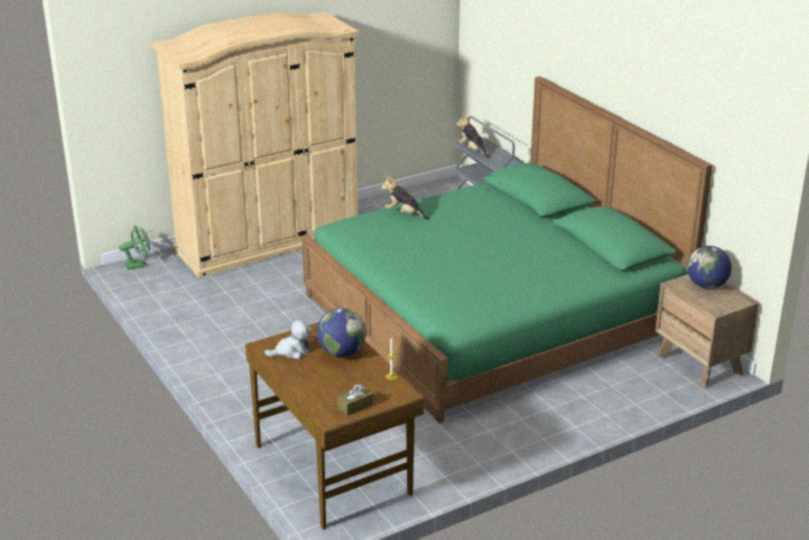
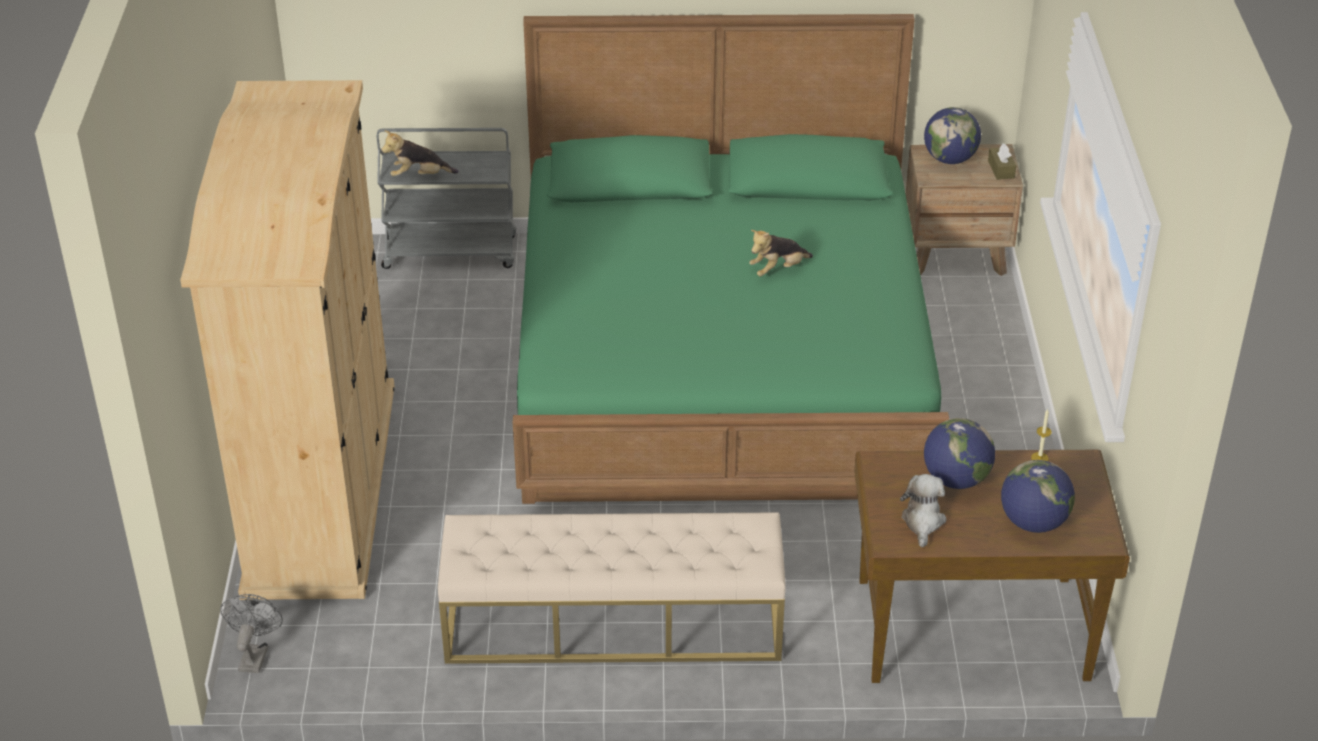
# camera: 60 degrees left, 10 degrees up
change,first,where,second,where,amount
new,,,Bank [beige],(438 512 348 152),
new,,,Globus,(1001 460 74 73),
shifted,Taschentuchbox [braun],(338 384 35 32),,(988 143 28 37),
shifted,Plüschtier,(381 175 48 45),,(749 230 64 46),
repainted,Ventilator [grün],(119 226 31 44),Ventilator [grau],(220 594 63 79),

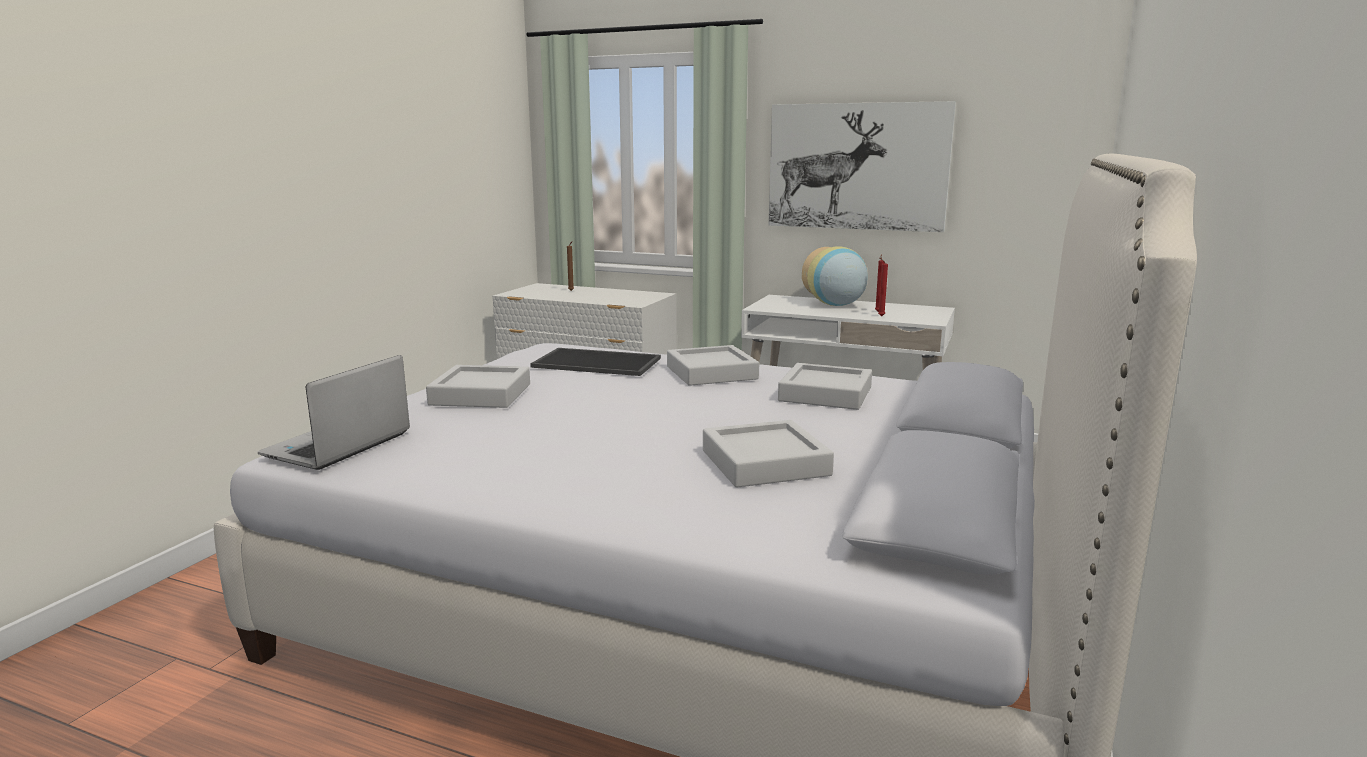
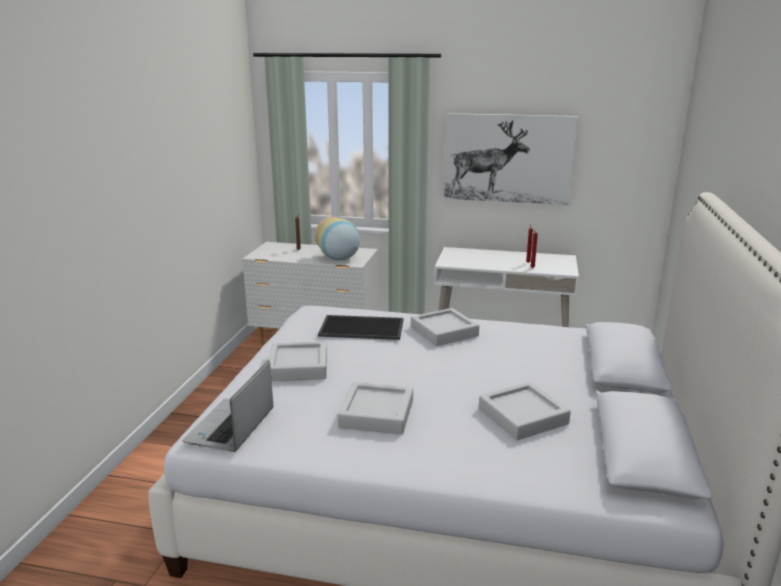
# camera: 10 degrees left, 5 degrees up
change,first,where,second,where,amount
shifted,Tablett [grau],(778 363 94 47),,(338 382 75 52),
shifted,Vase,(802 246 66 60),,(315 217 45 43),

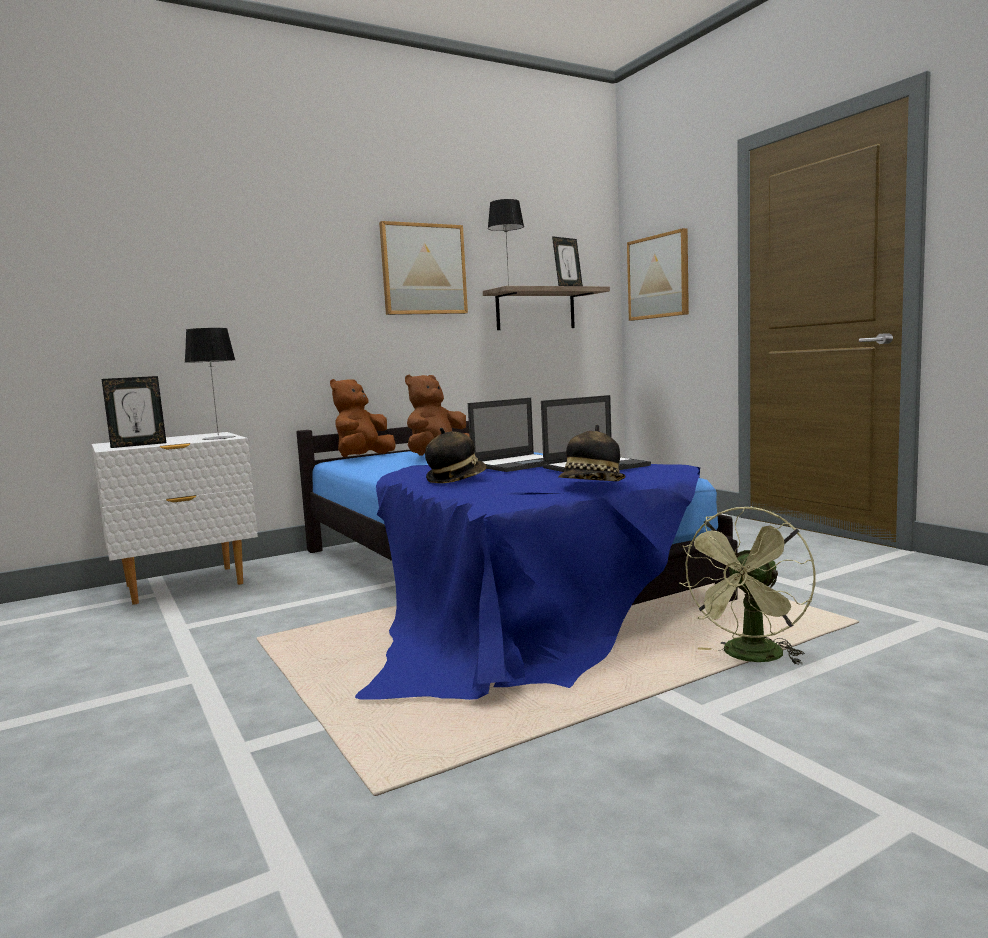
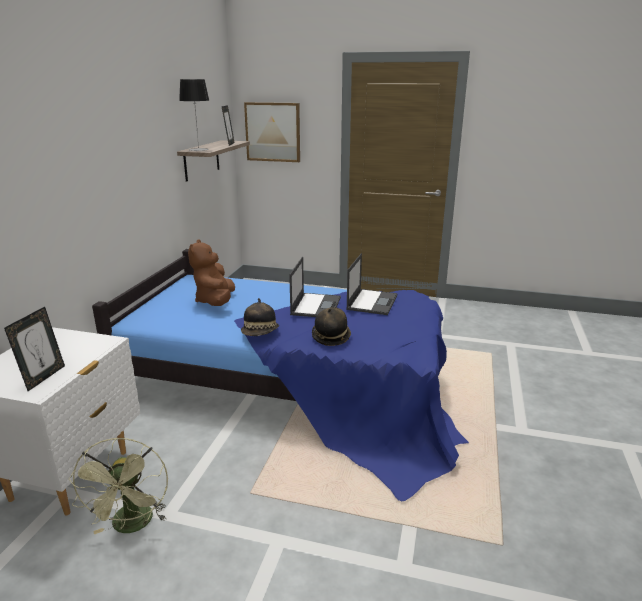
# camera: 45 degrees left, 15 degrees up
change,first,where,second,where,amount
gone,Tischlampe,(185 328 51 112),,,
gone,Plüschtier [braun],(330 379 66 78),,,
gone,Bild,(379 221 89 94),,,
shifted,Hut,(558 425 68 56),,(241 298 38 38),
shifted,Ventilator [grün],(679 506 137 159),,(69 437 99 97),

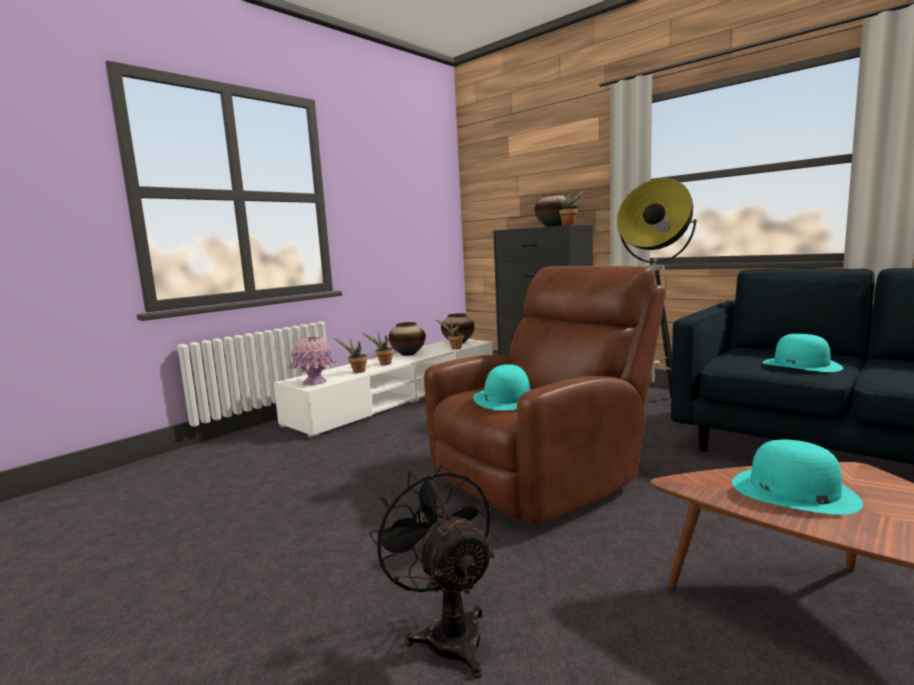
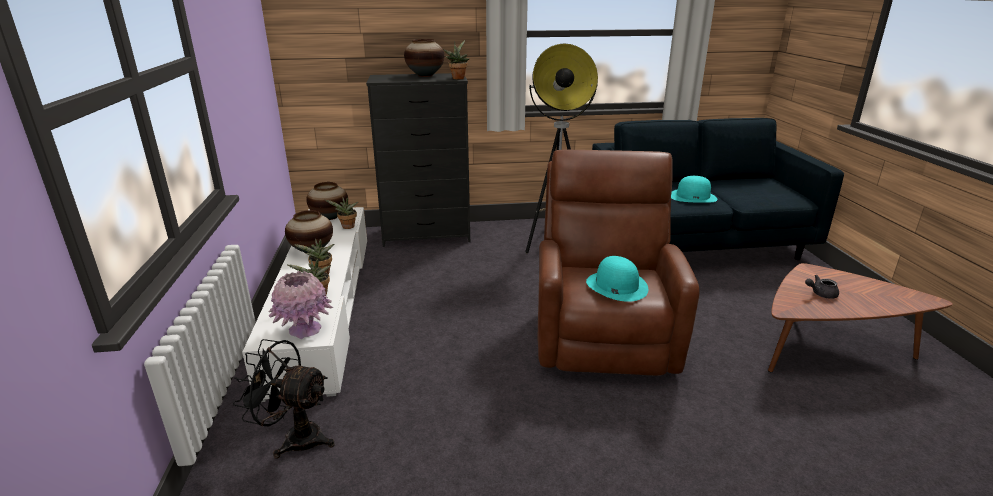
# camera: 50 degrees left, 15 degrees up
change,first,where,second,where,amount
shifted,Ventilator [schwarz],(369 465 126 213),,(233 339 102 120),
swapped,Hut [türkis],(732 440 131 75),Teekanne [grau],(805 275 34 24),

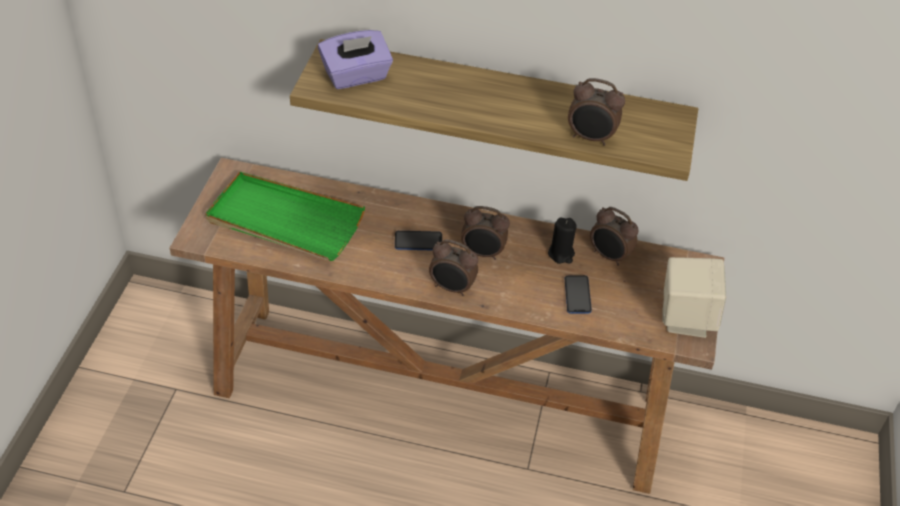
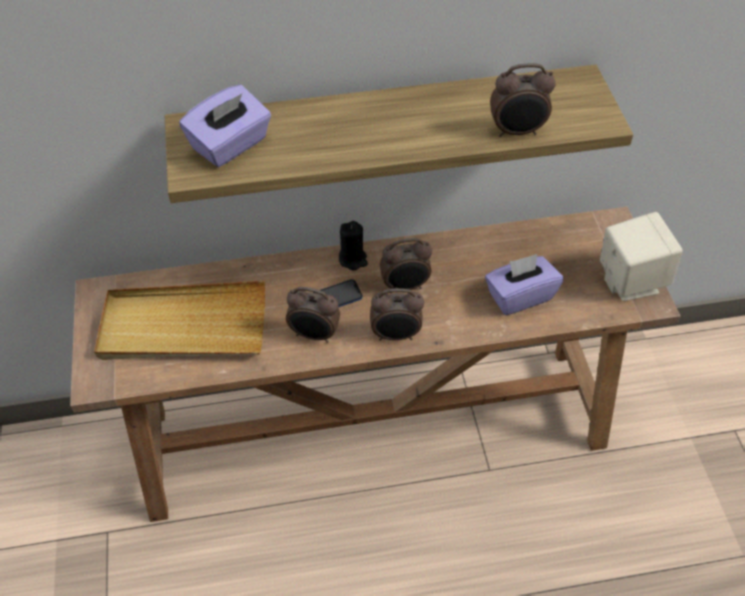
# camera: 20 degrees left, 5 degrees up
change,first,where,second,where,amount
shifted,Kerze [schwarz],(548 217 29 47),,(339 221 29 50),
shifted,Wecker,(590 207 49 59),,(286 287 54 56),
swapped,Handy,(565 275 27 39),Taschentuchbox [lila],(485 254 78 61),
repainted,Tablett [grün],(205 172 160 89),Tablett [beige],(94 281 171 79),

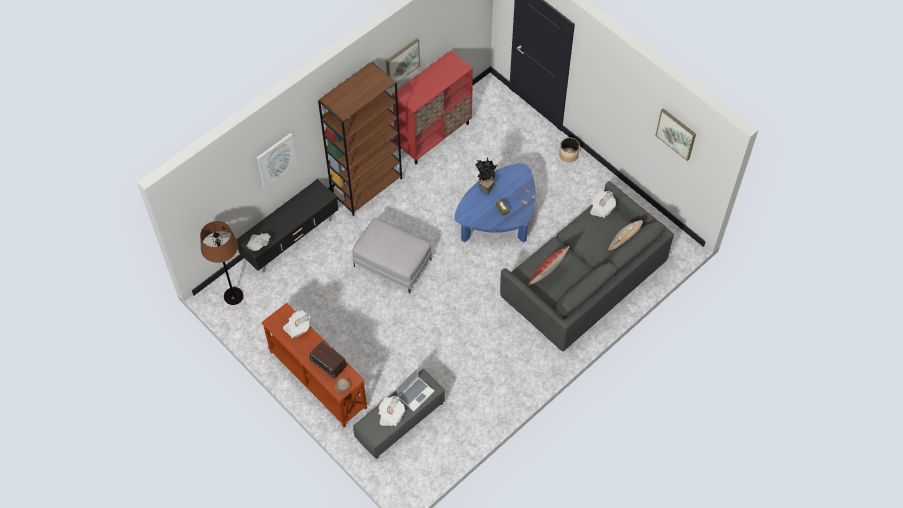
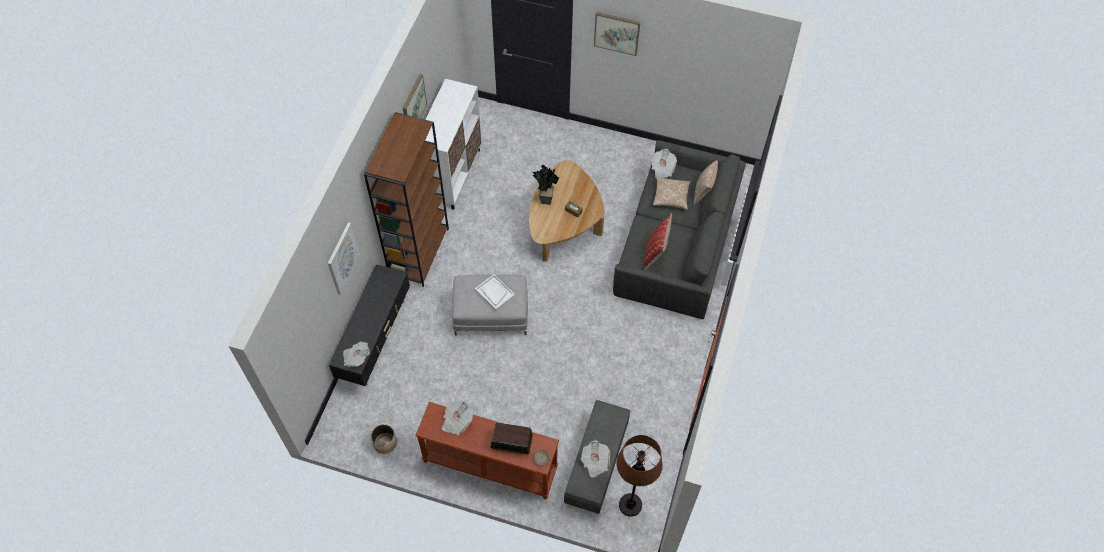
# camera: 30 degrees left, 0 degrees up
change,first,where,second,where,amount
gone,Laptop,(397 367 37 44),,,
new,,,Tablett [weiß],(475 274 40 36),
new,,,Kissen,(653 177 38 33),
shifted,Stehlampe [braun],(200 221 43 84),,(617 435 46 82),
shifted,Pflanzkübel,(559 138 21 24),,(371 424 26 30),
shifted,Bild,(655 108 41 53),,(594 12 46 44),
repainted,Schrank [rot],(392 51 81 113),Schrank [weiß],(425 79 57 131),
repainted,Couchtisch [blau],(454 163 82 79),Couchtisch [braun],(529 160 76 102),

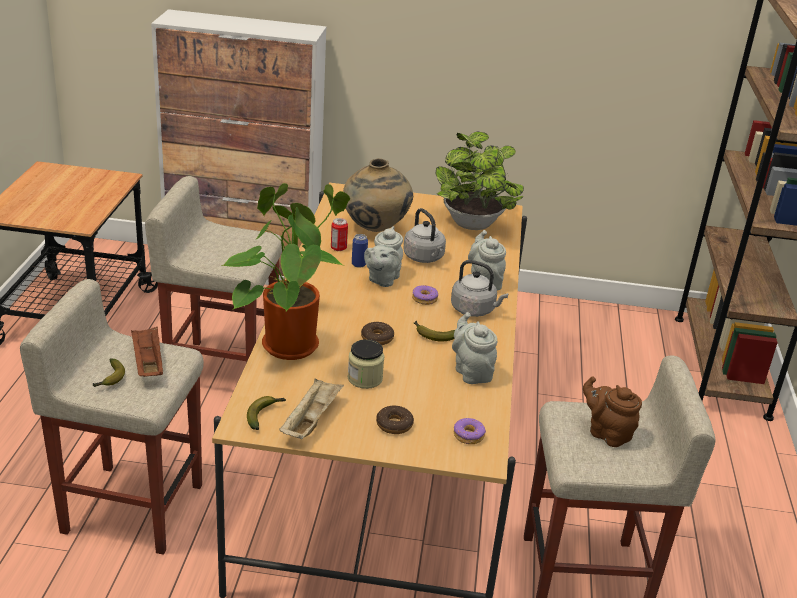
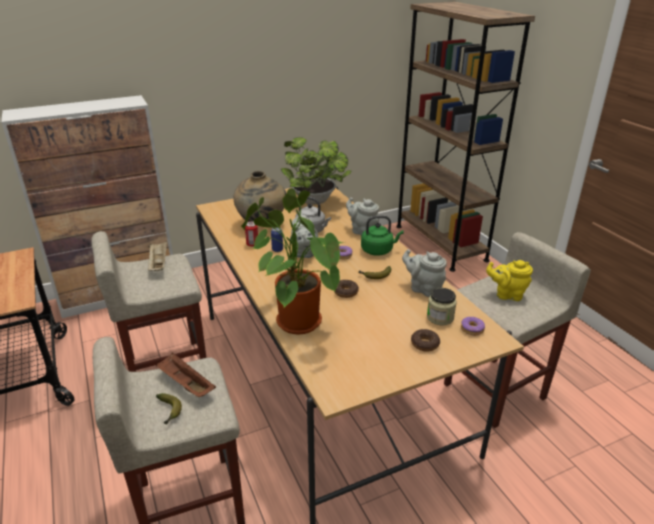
# camera: 30 degrees left, 0 degrees up
change,first,where,second,where,amount
gone,Banane,(247 396 39 34),,,
shifted,Tablett [beige],(279 378 65 61),,(148 242 19 29),
shifted,Vorratsglas,(348 339 36 50),,(427 288 30 38),
repainted,Wasserkessel [grau],(451 260 58 57),Wasserkessel [grün],(361 215 43 41),
repainted,Teekanne [braun],(583 376 59 71),Teekanne [gelb],(486 260 47 41),

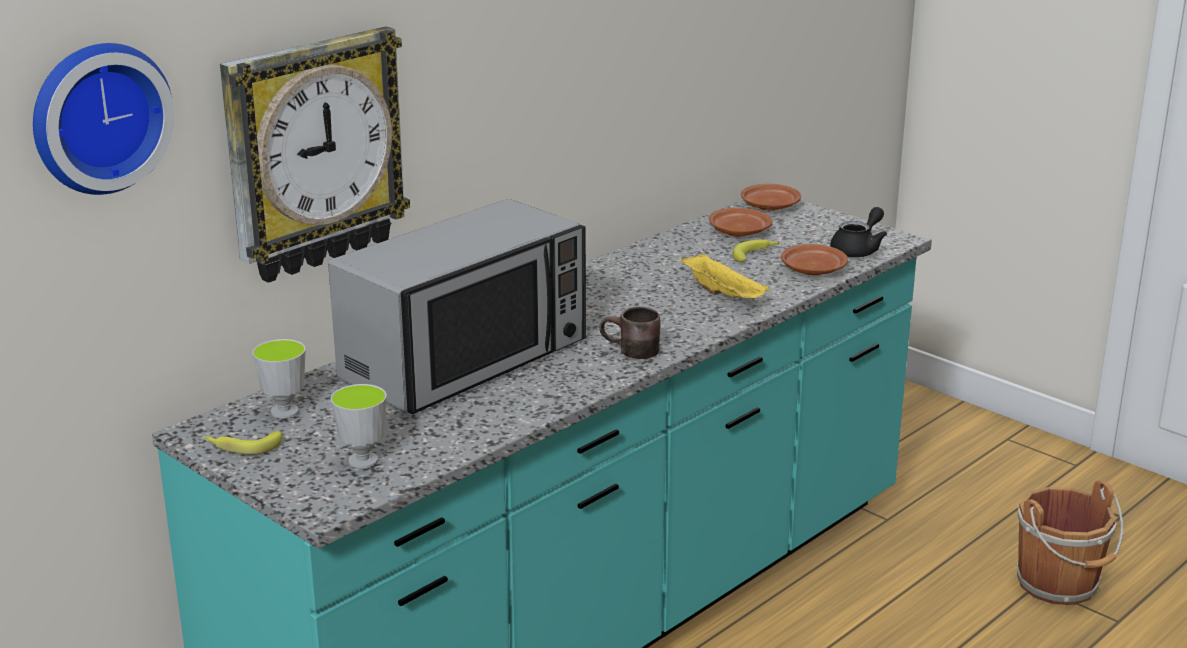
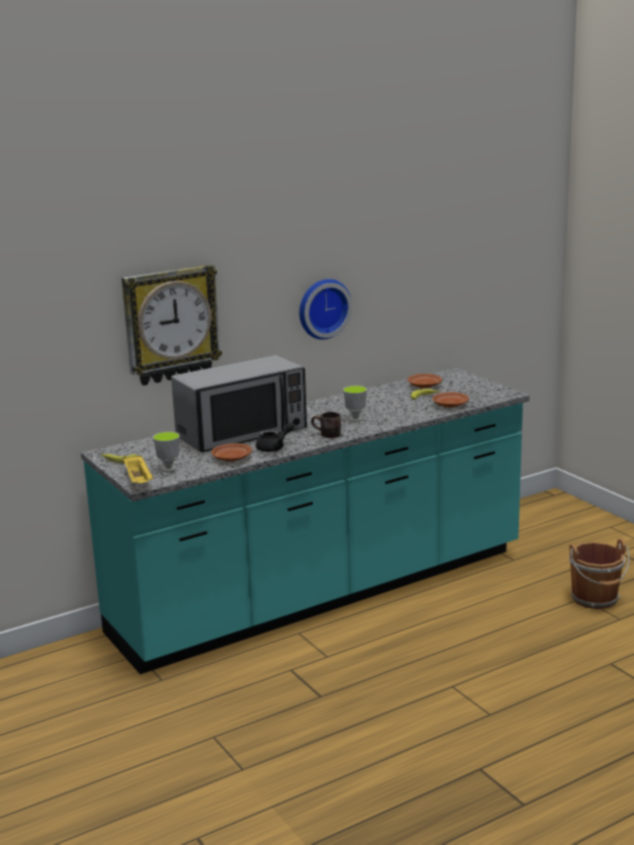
# camera: 15 degrees right, 5 degrees down
change,first,where,second,where,amount
shifted,Wanduhr,(33 43 142 152),,(299 279 53 61),
shifted,Tasse,(252 339 54 79),,(343 386 24 36),
shifted,Tablett [gelb],(681 254 88 44),,(124 455 29 28),
shifted,Teller [braun],(741 184 60 27),,(211 443 41 19),
shifted,Teekanne [schwarz],(830 207 57 50),,(256 422 38 30),

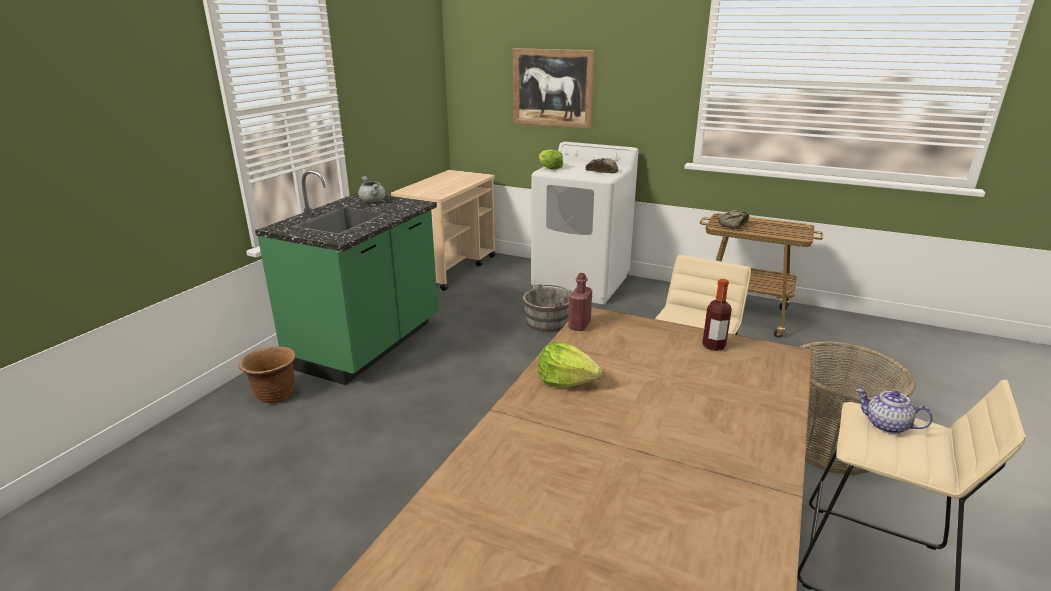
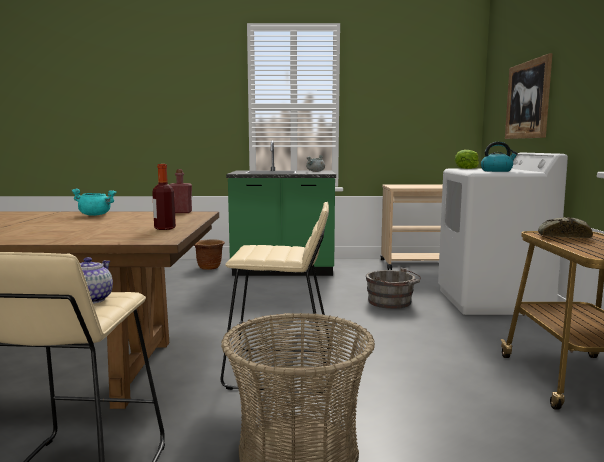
# camera: 65 degrees right, 15 degrees down
change,first,where,second,where,amount
swapped,Salatkopf,(538 341 64 47),Kochtopf [türkis],(71 188 46 28),
swapped,Brot,(586 158 32 15),Wasserkessel,(481 142 37 30),

